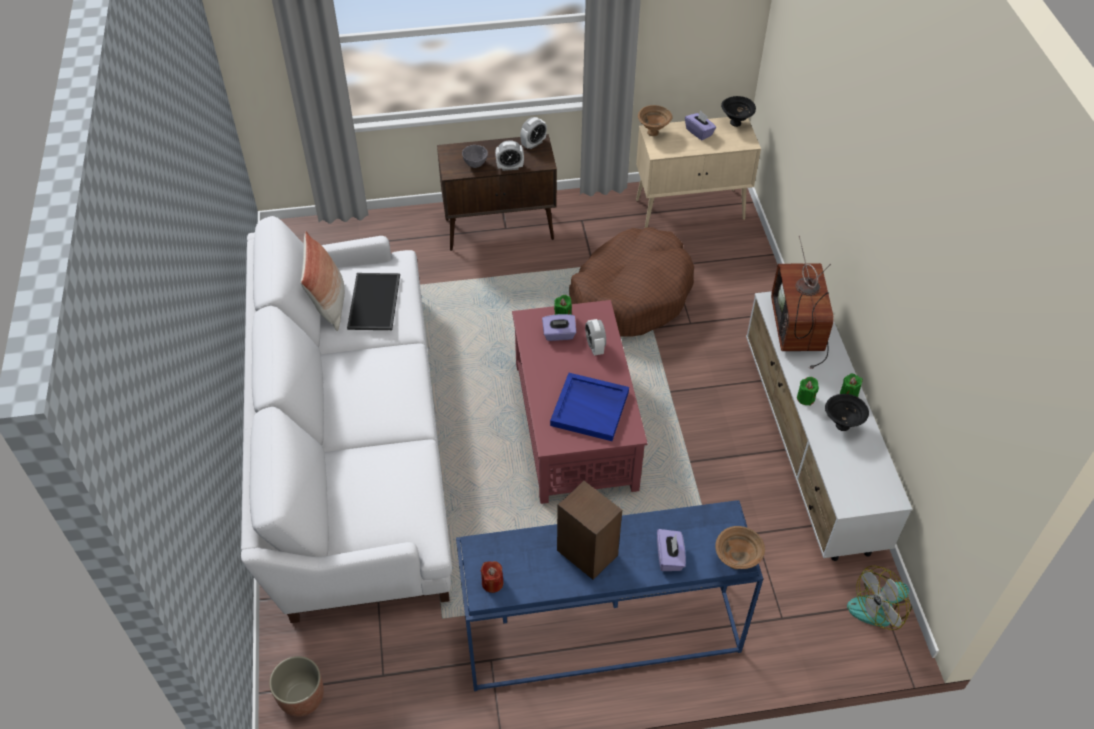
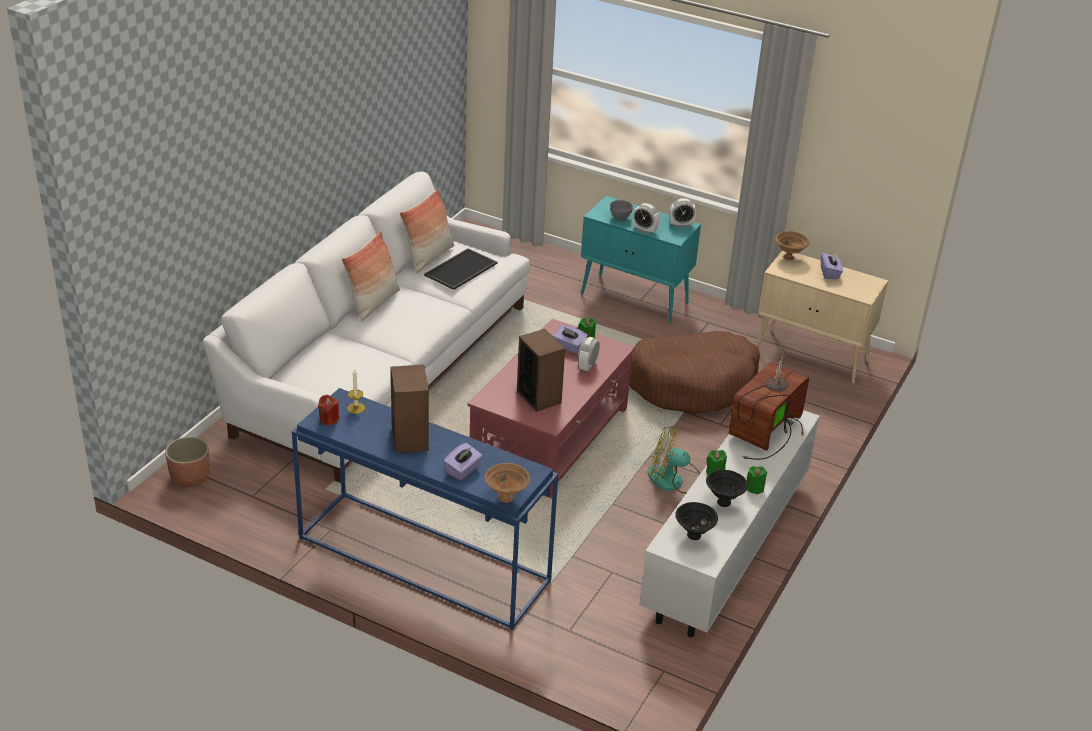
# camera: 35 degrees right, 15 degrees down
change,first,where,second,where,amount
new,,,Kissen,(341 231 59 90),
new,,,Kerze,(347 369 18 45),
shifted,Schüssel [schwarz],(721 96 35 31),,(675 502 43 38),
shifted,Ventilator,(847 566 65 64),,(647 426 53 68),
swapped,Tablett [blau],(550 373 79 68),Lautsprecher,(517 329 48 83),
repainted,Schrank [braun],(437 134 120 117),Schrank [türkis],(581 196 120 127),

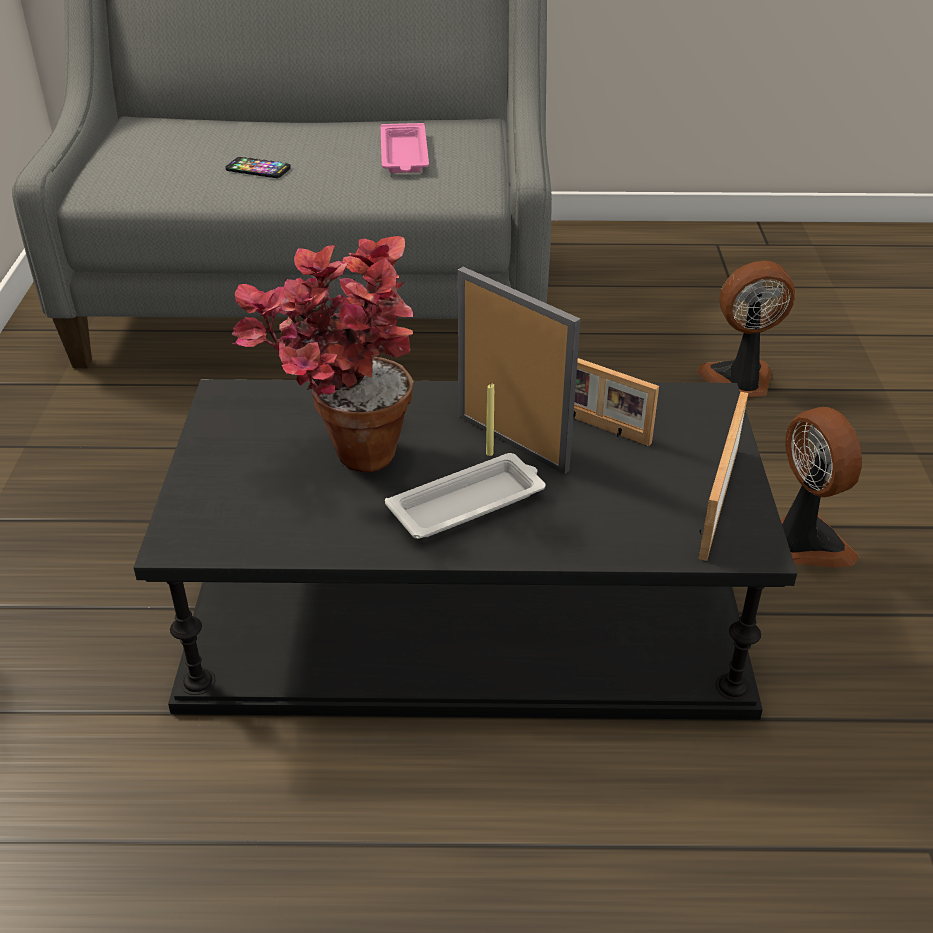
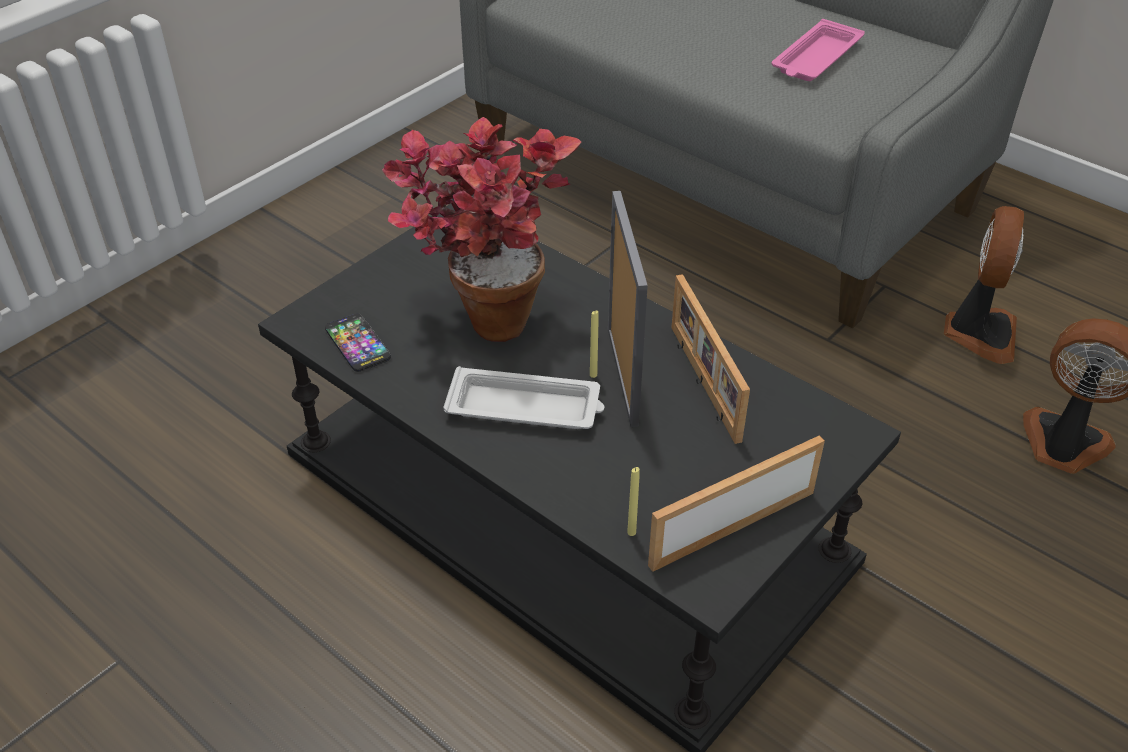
# camera: 40 degrees right, 5 degrees up
change,first,where,second,where,amount
new,,,Kerze [gelb],(627 467 13 69),
shifted,Handy,(225 157 66 21),,(325 313 66 59),
shifted,Ventilator,(781 407 81 160),,(944 206 80 158),

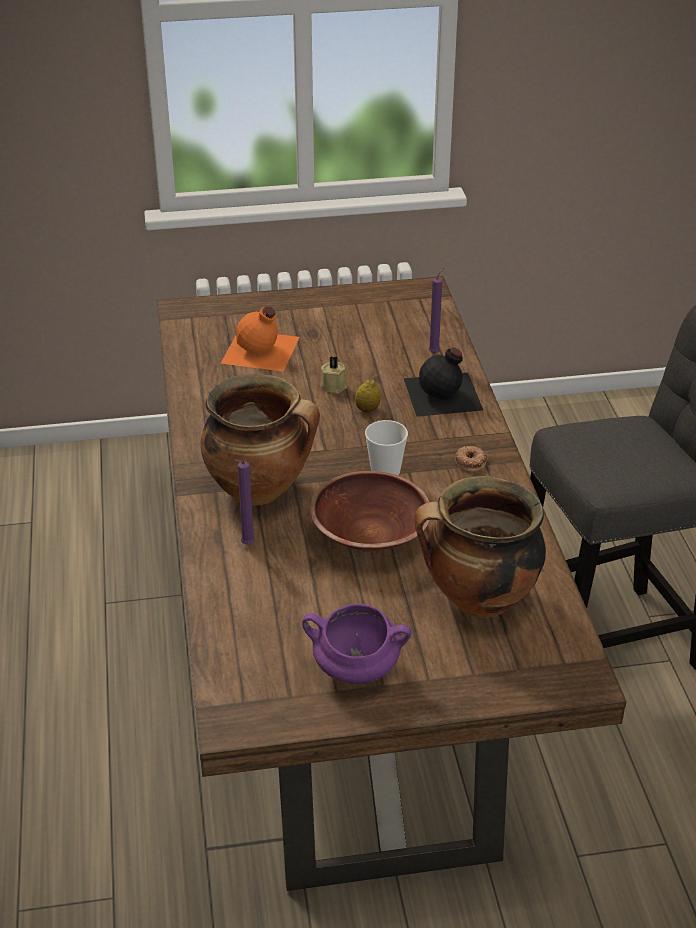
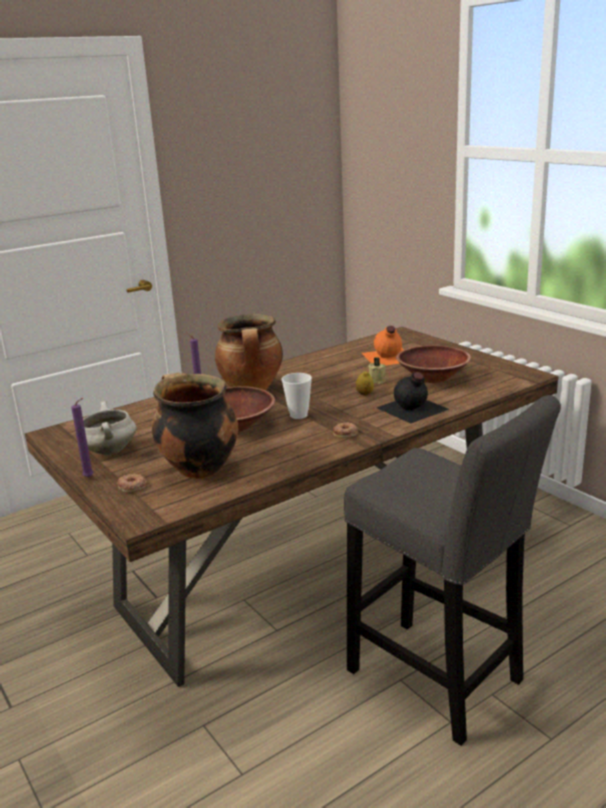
# camera: 65 degrees right, 15 degrees down
change,first,where,second,where,amount
new,,,Donut,(117 474 30 18),
new,,,Schüssel [braun],(396 346 75 37),
shifted,Kerze [lila],(428 268 16 85),,(71 398 22 80),
repainted,Kochtopf [lila],(302 604 109 80),Kochtopf [weiß],(83 401 54 54),

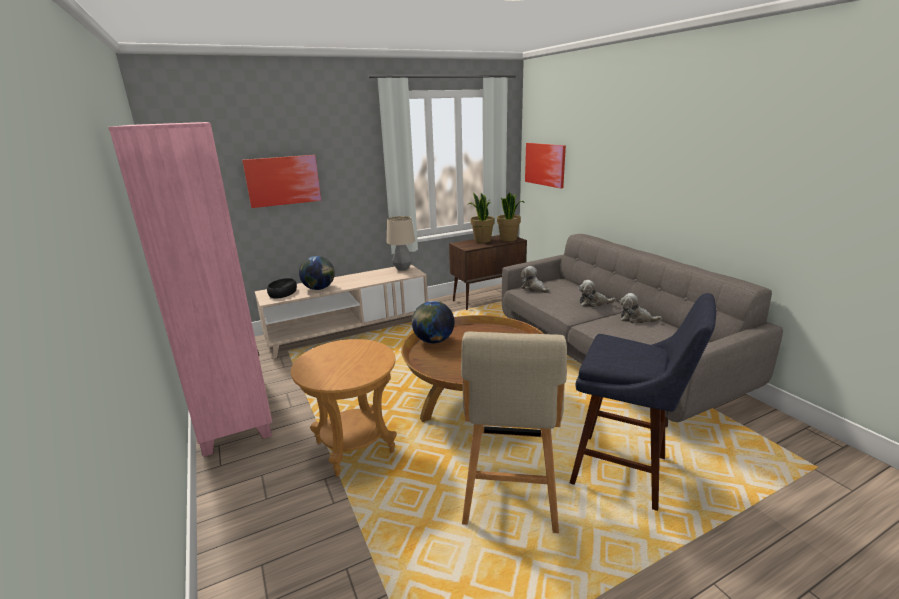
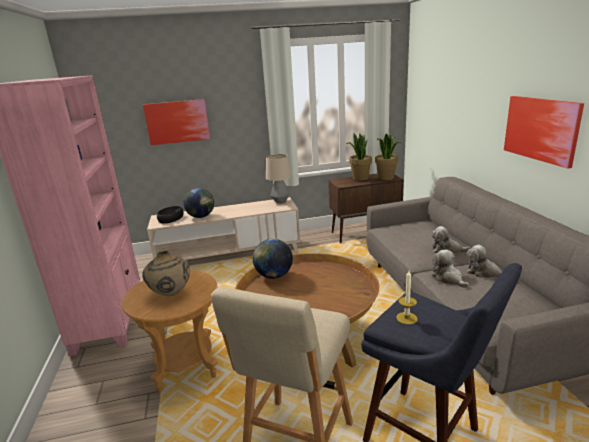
# camera: 15 degrees right, 0 degrees up
change,first,where,second,where,amount
new,,,Vase [beige],(142 251 48 45),
new,,,Kerze,(396 271 22 54),
shifted,Plüschtier,(521 266 29 27),,(432 250 37 38),
shifted,Bild,(525 143 41 45),,(504 96 80 73),

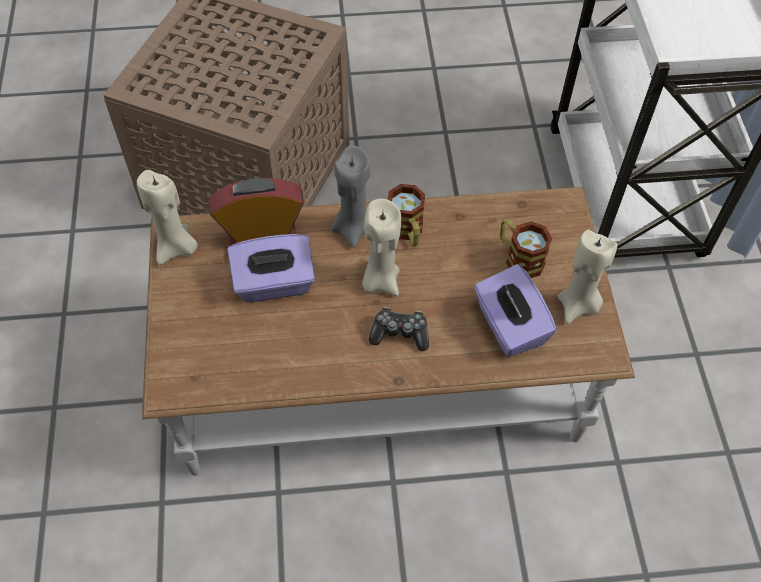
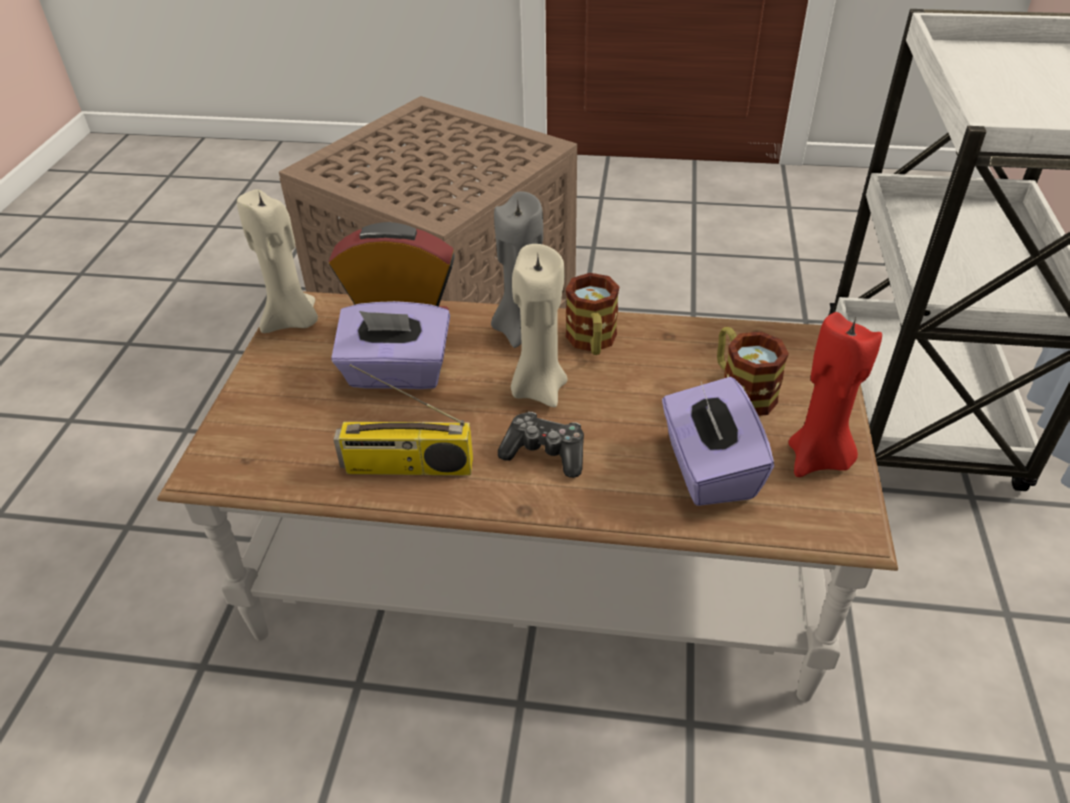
# camera: 15 degrees right, 15 degrees down
change,first,where,second,where,amount
new,,,Radio,(333 364 140 111),
repainted,Kerze [beige],(558 230 59 94),Kerze [rot],(788 312 94 165),

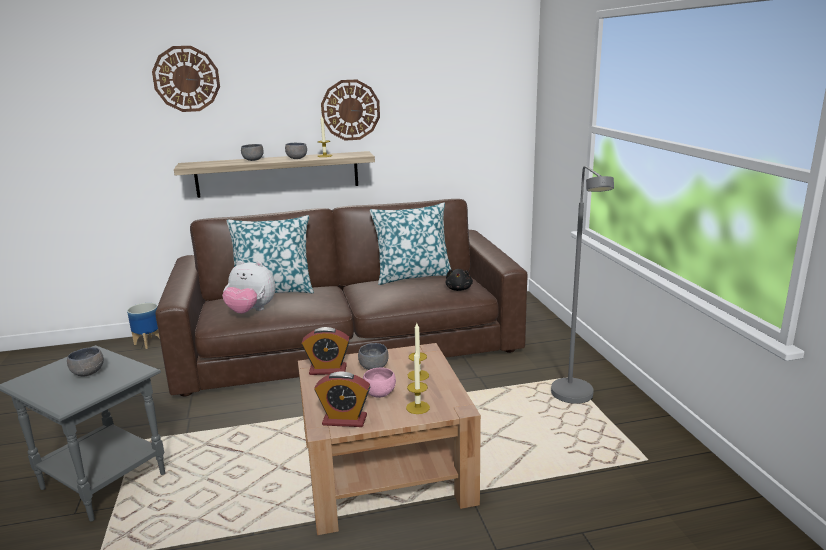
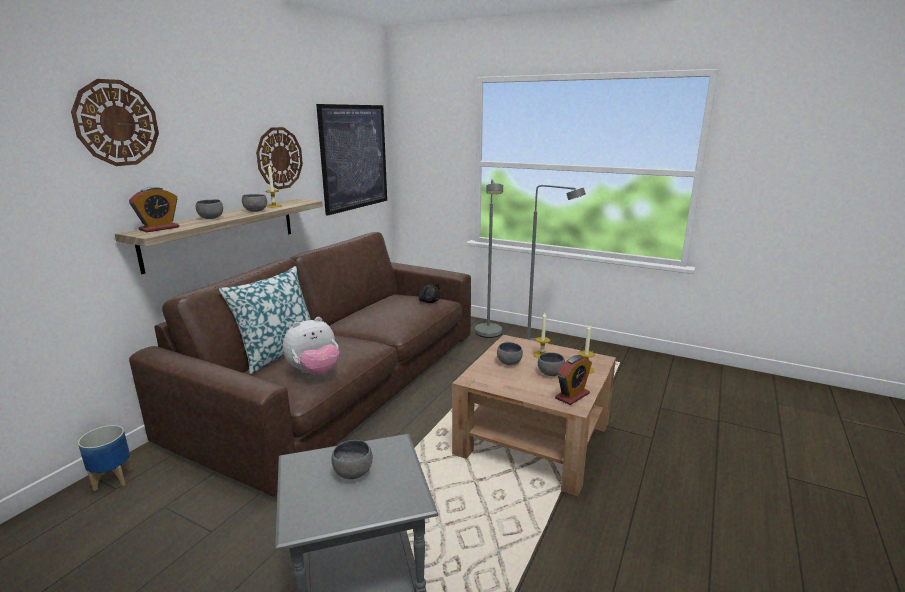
# camera: 50 degrees left, 0 degrees up
change,first,where,second,where,amount
gone,Kissen,(370 202 82 83),,,
new,,,Bild,(316 104 71 112),
new,,,Stehlampe [grau],(475 179 28 159),
shifted,Wecker,(302 327 48 48),,(129 187 50 46),
repainted,Schüssel [rosa],(363 367 33 31),Schüssel [grau],(538 352 27 24),

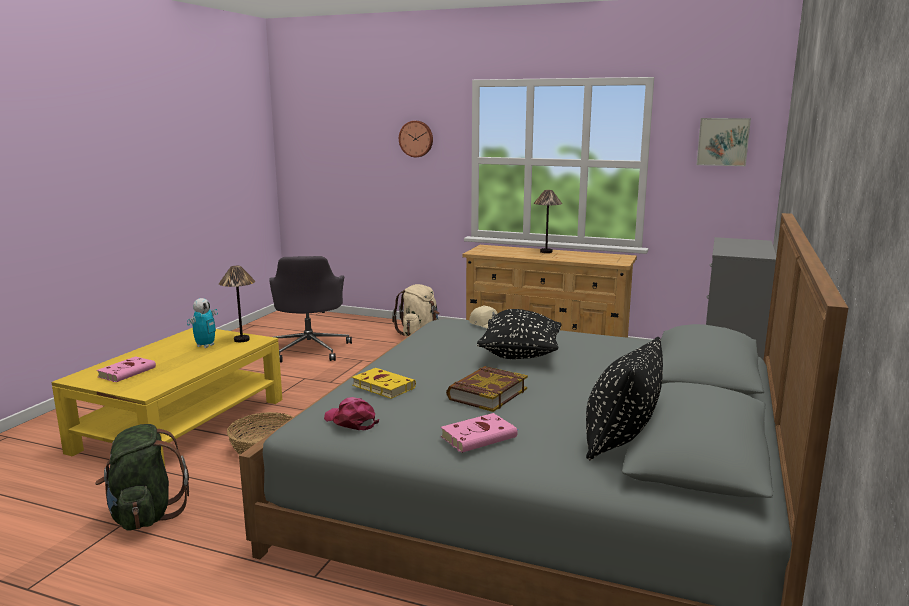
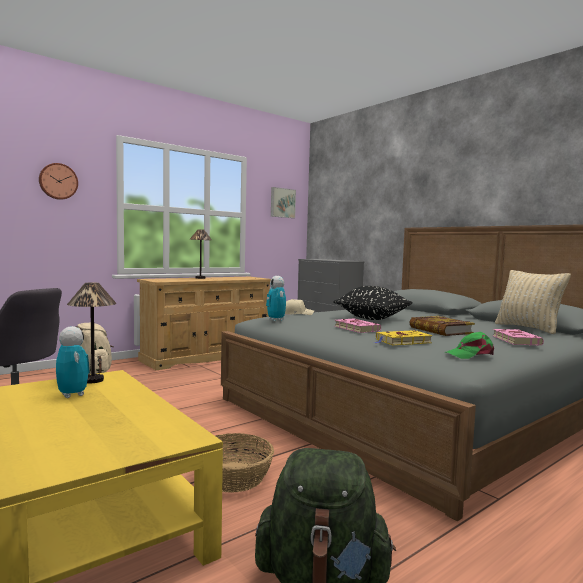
# camera: 60 degrees left, 10 degrees down
change,first,where,second,where,amount
new,,,Spielzeugroboter,(266 276 20 45),
shifted,Buch [rosa],(97 356 59 26),,(335 318 46 15),
repainted,Kappe [rosa],(324 397 55 33),Kappe [grün],(444 332 50 27),
repainted,Kissen [schwarz],(586 337 77 124),Kissen [beige],(495 270 76 64),

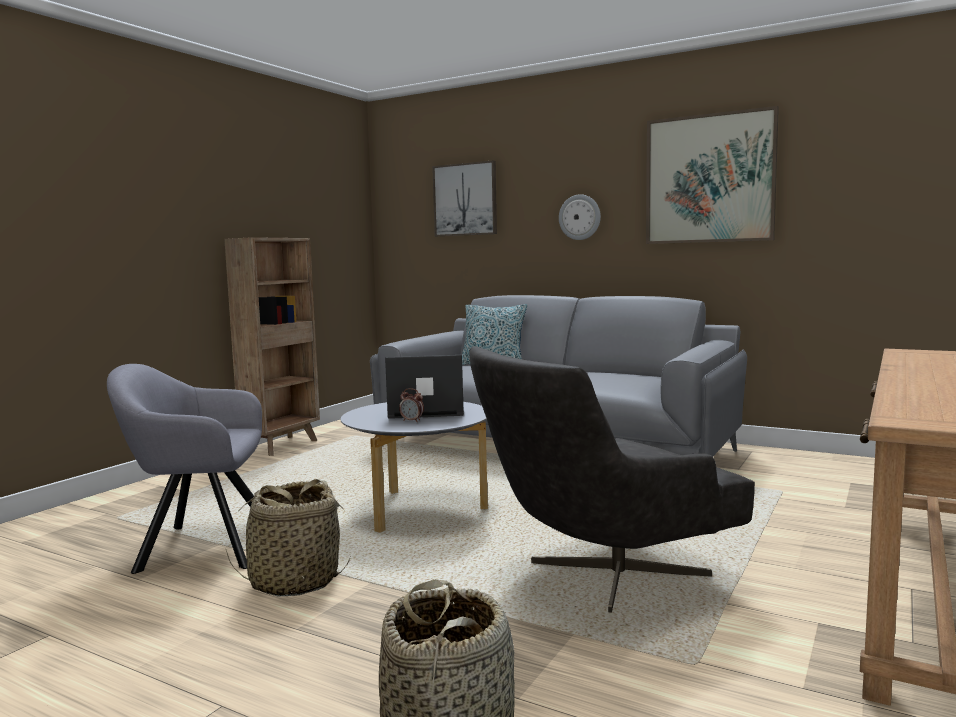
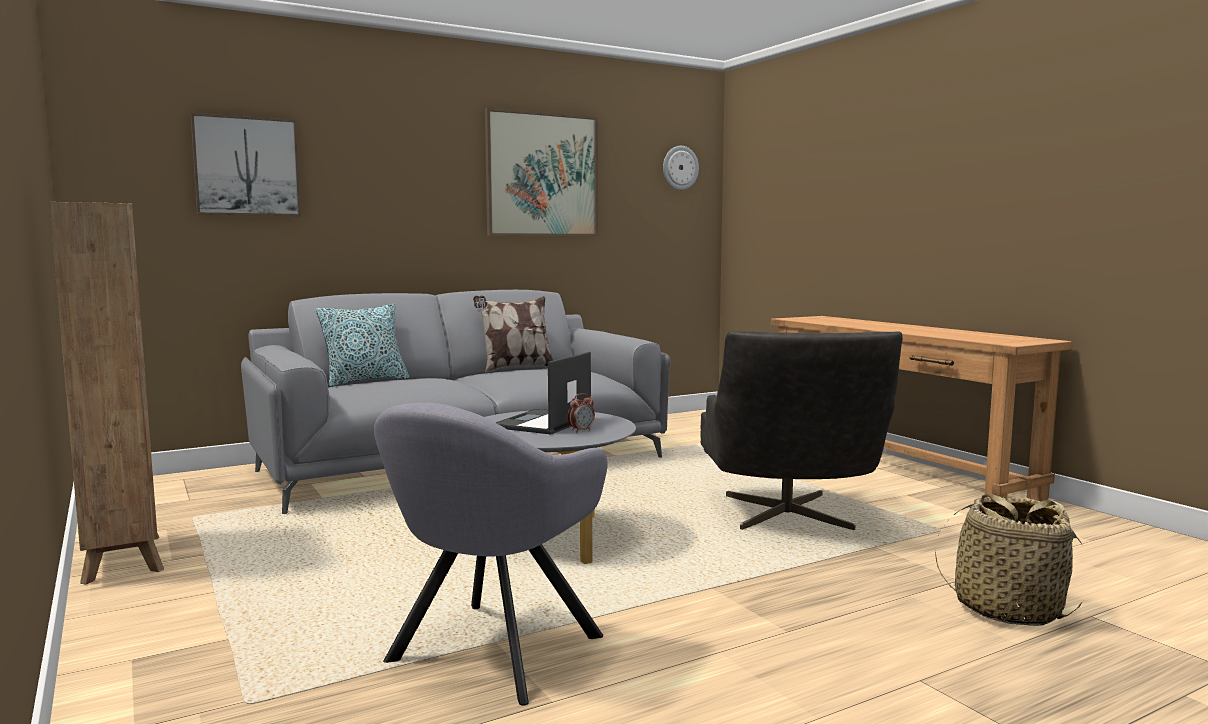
# camera: 60 degrees left, 0 degrees up
change,first,where,second,where,amount
gone,Korb,(226 479 125 118),,,
new,,,Kissen,(473 295 81 77),
shifted,Wanduhr,(559 194 42 46),,(663 146 36 44),

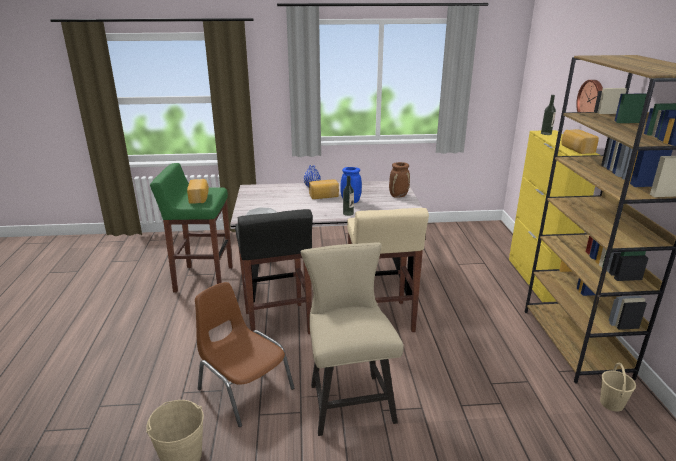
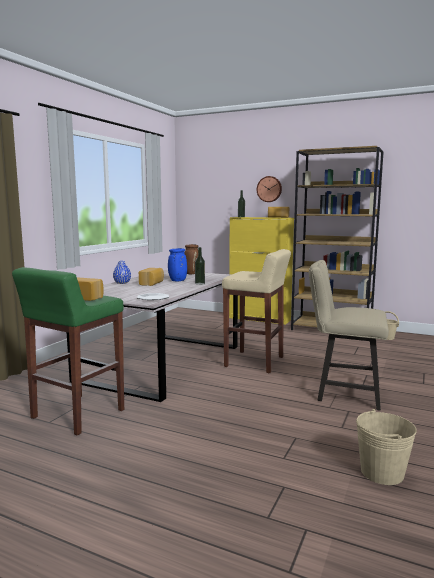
# camera: 60 degrees left, 15 degrees down
change,first,where,second,where,amount
gone,Stuhl [braun],(195 282 99 145),,,
gone,Hocker [schwarz],(235 209 78 125),,,

